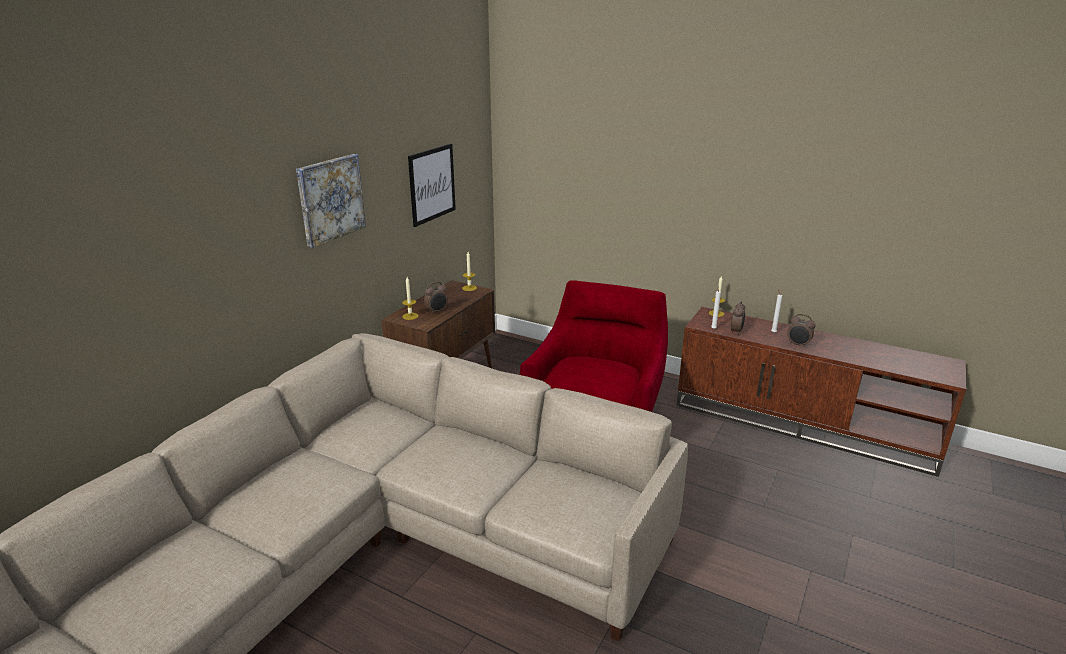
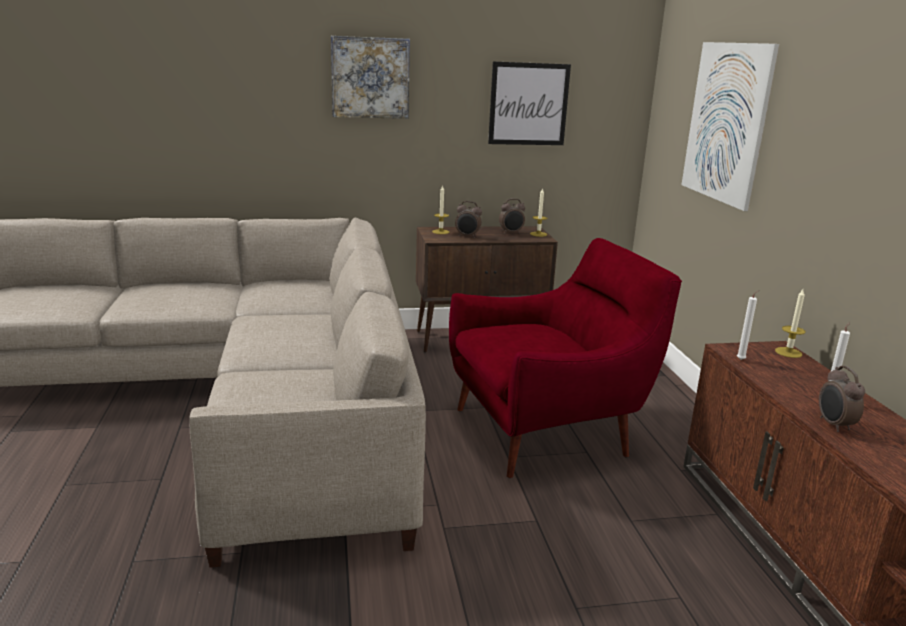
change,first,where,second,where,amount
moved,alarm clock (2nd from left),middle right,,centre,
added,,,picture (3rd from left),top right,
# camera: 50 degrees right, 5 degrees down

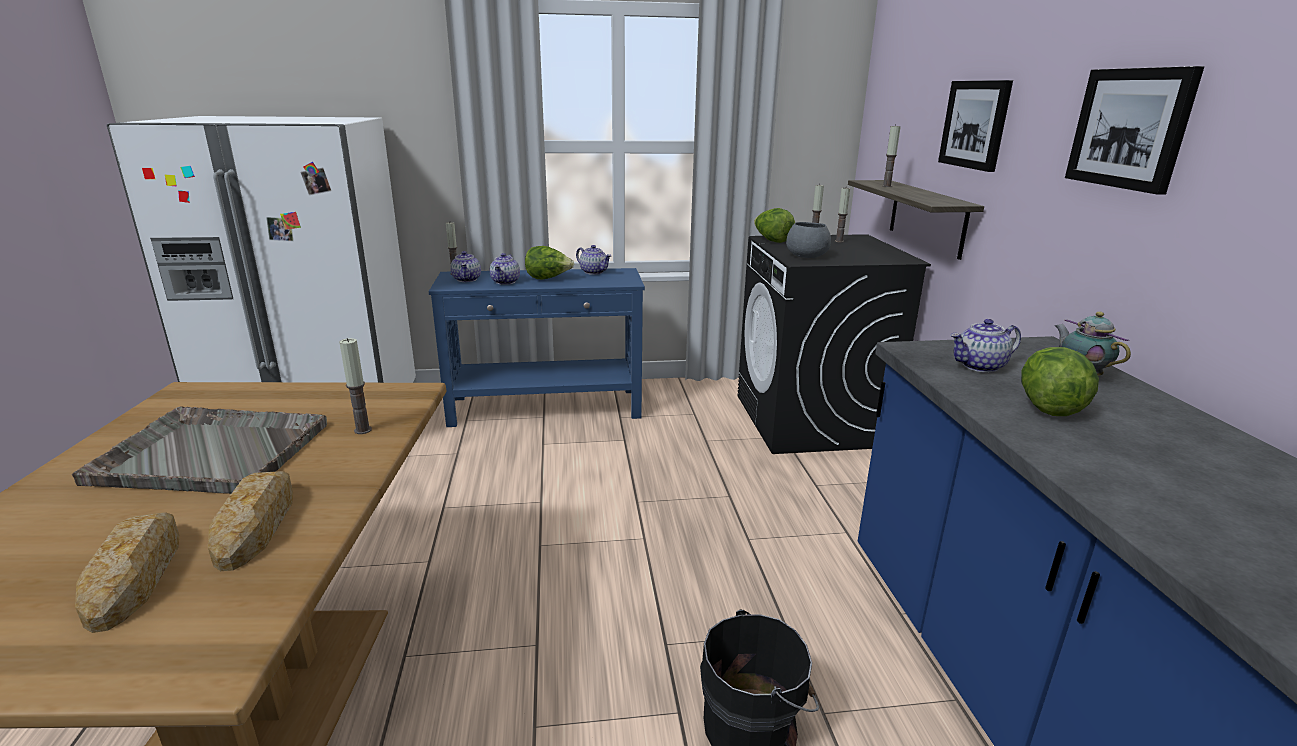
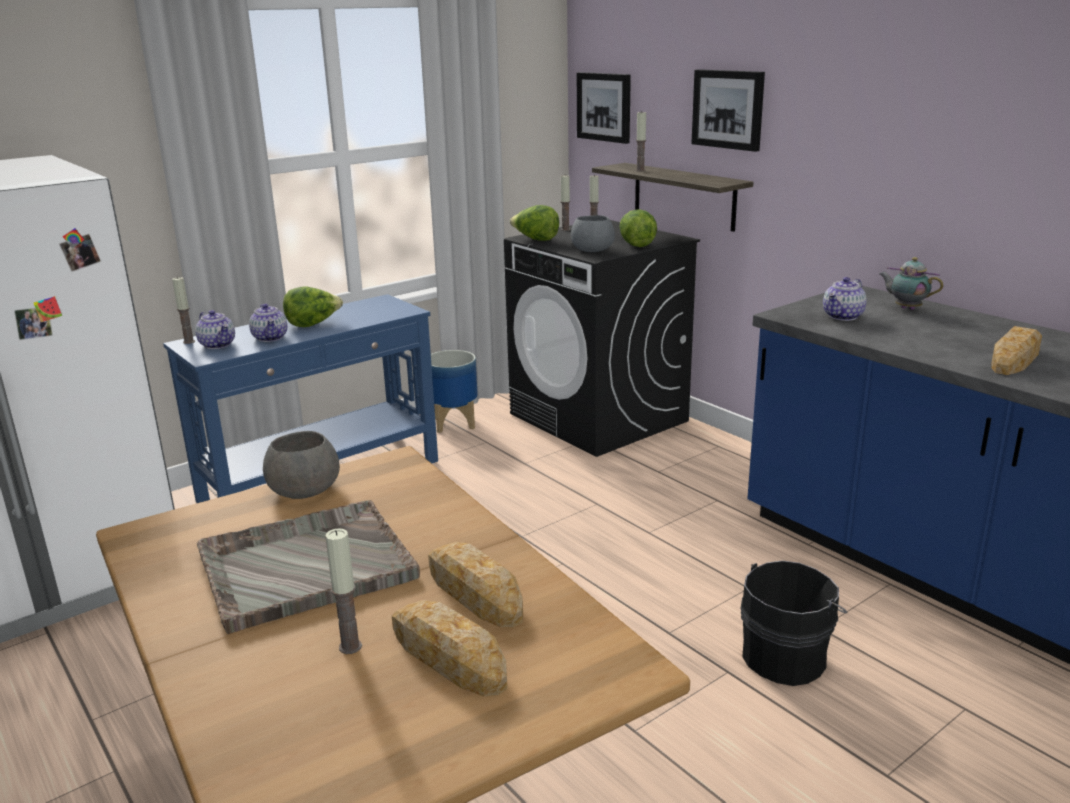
change,first,where,second,where,amount
added,,,bowl (grey) (1st from left),middle left,
moved,candle (1st from left in the first image),middle left,candle (2nd from left),bottom left,
added,,,planter,centre,
moved,picture (2nd from left in the first image),top right,picture (1st from left),top centre,
moved,lettuce (3rd from left),middle right,,top centre,
added,,,bread (3rd from left),middle right,
removed,teapot (3rd from left),centre,,,
# camera: 30 degrees left, 0 degrees up

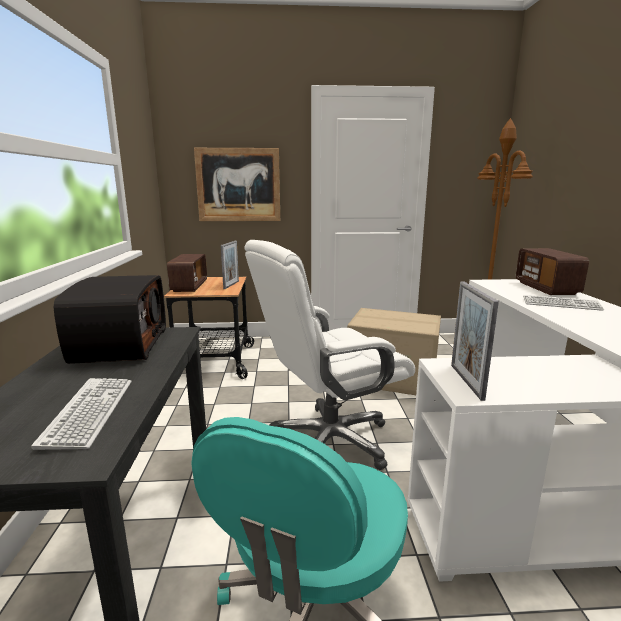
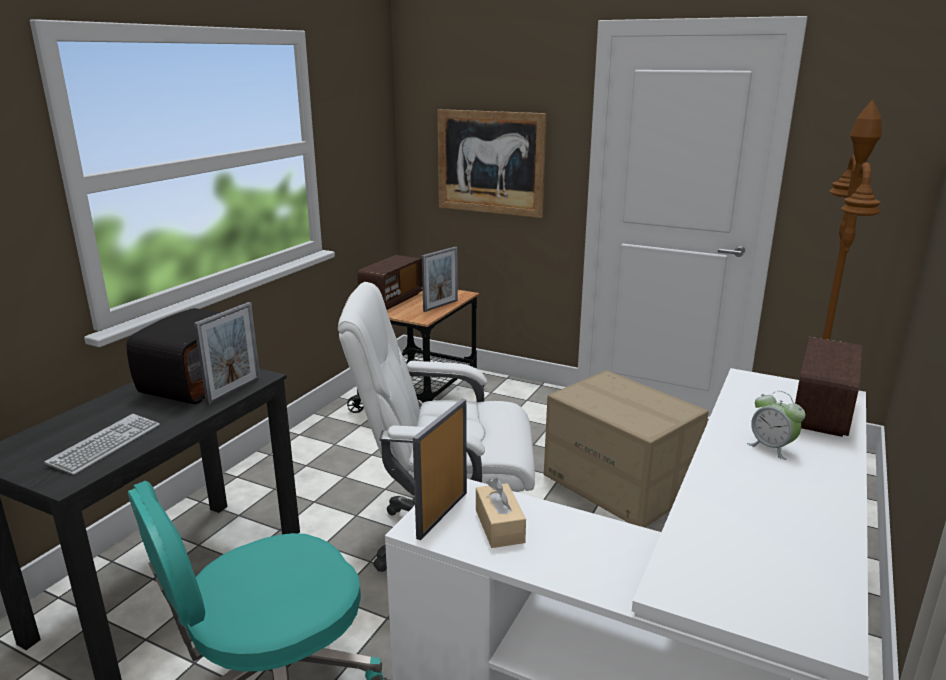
change,first,where,second,where,amount
added,,,picture frame (1st from left),middle left,
added,,,tissue box (beige),bottom centre,
replaced,keyboard (2nd from left),middle right,alarm clock,middle right,
# camera: 30 degrees right, 5 degrees up

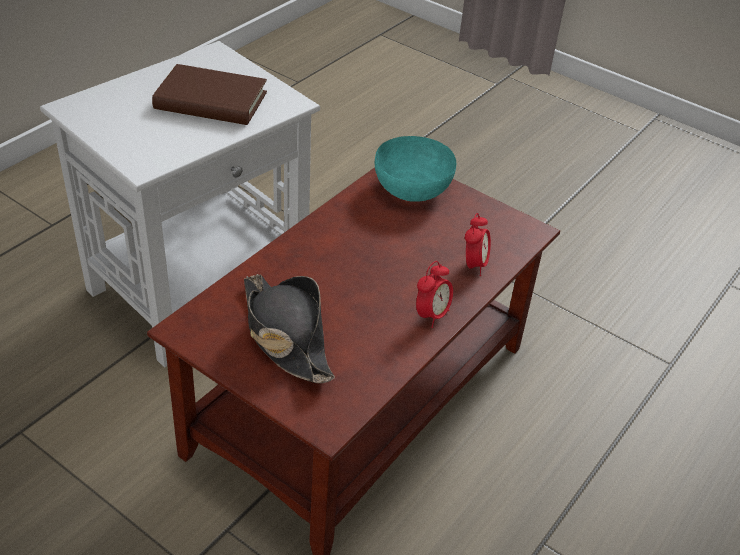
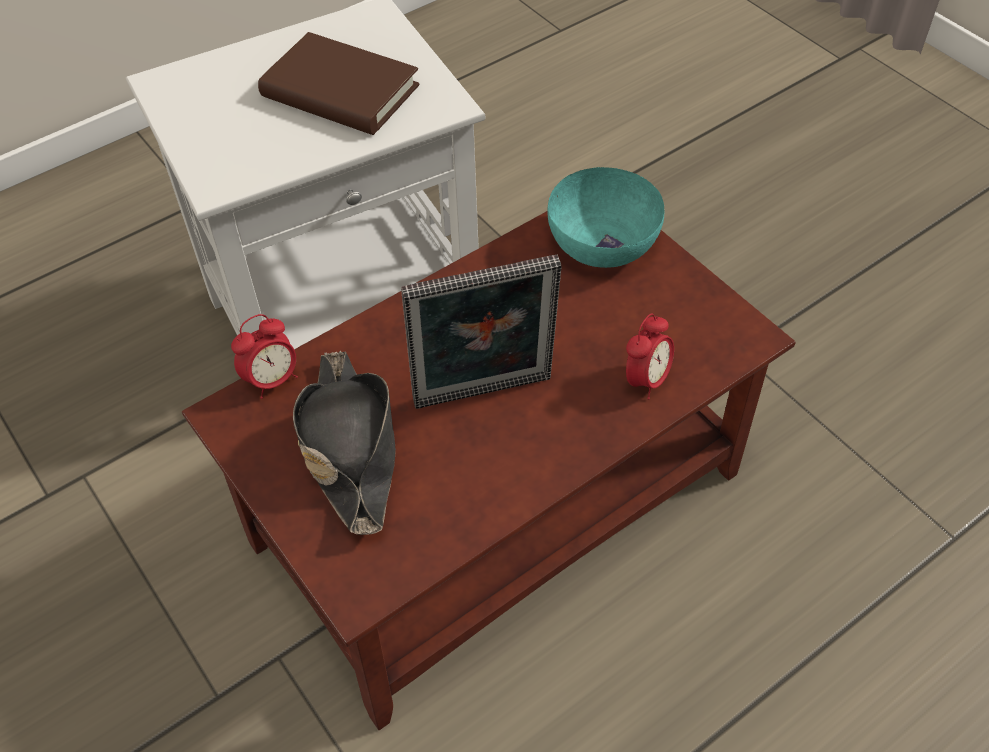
change,first,where,second,where,amount
moved,alarm clock (1st from left),centre,,middle left,
added,,,picture frame,centre,
# camera: 20 degrees right, 10 degrees up

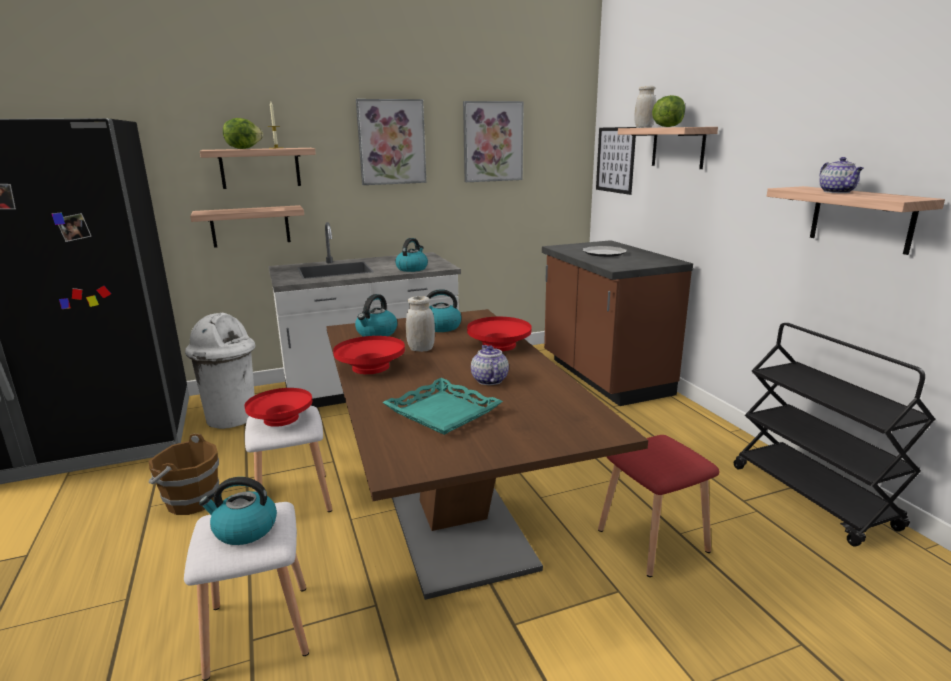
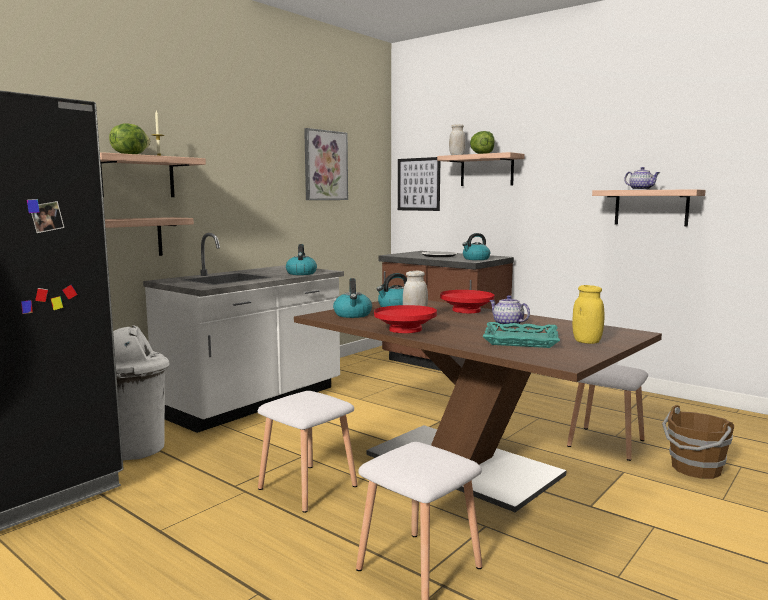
change,first,where,second,where,amount
moved,kettle (1st from left in the first image),bottom left,kettle (4th from left),centre,
recoloured,stool (red),bottom right,stool (white) (3rd from left),bottom right,
added,,,jar (yellow),middle right,
moved,bucket (brown),bottom left,,bottom right,
removed,bowl (red) (1st from left),middle left,,,
removed,picture (1st from left),top centre,,,
removed,cart (black),middle right,,,
# camera: 30 degrees left, 10 degrees down

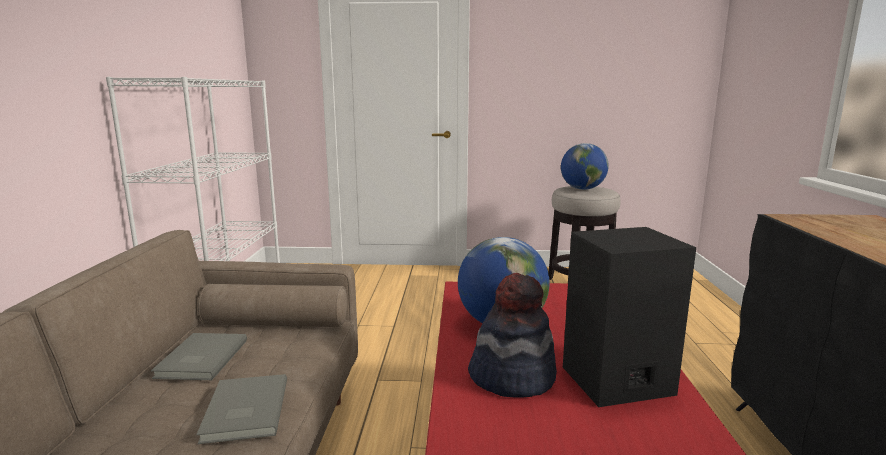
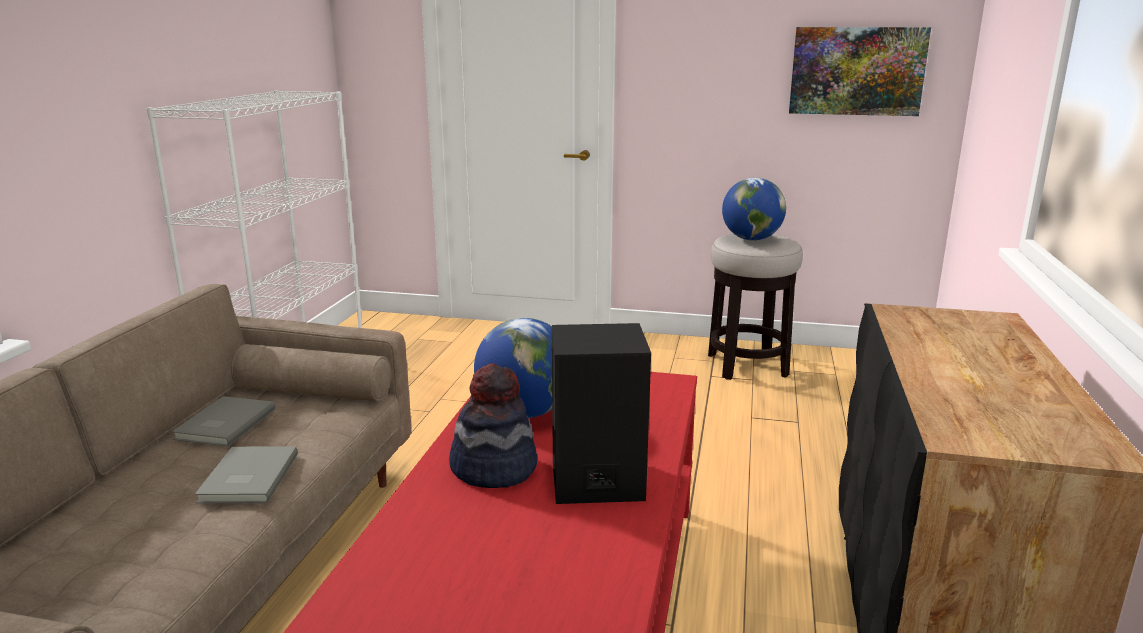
change,first,where,second,where,amount
added,,,picture,top right,
# camera: 10 degrees right, 5 degrees up

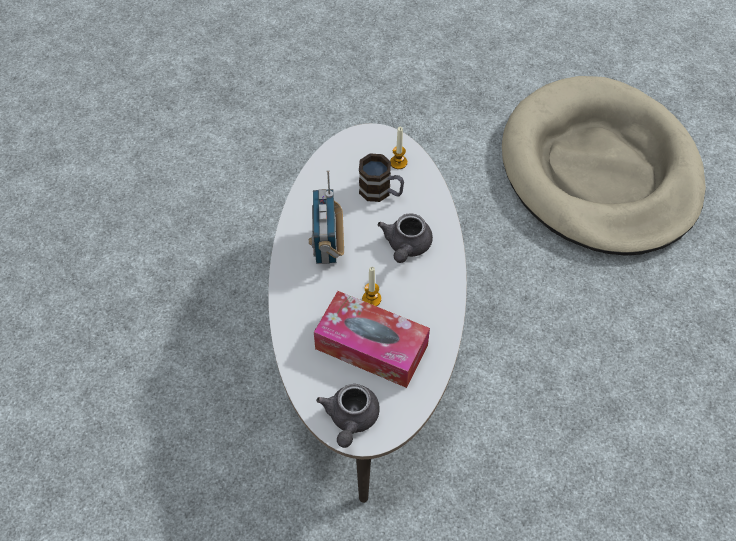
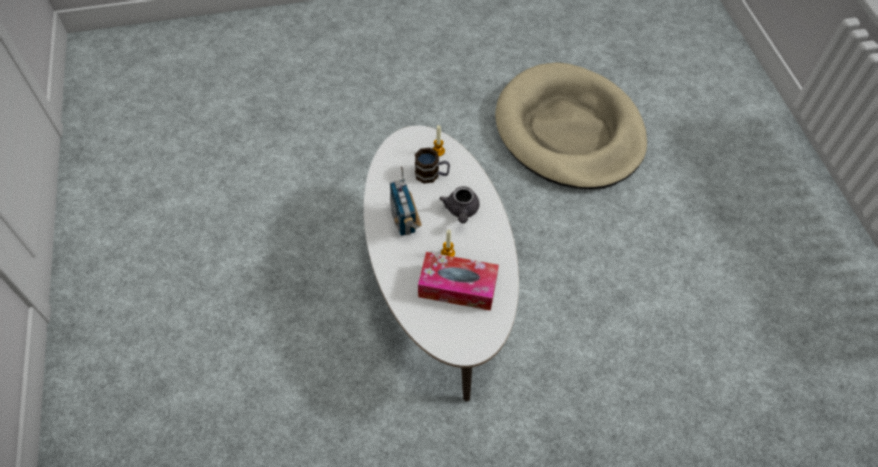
change,first,where,second,where,amount
removed,teapot (grey) (1st from left),bottom centre,,,
# camera: 15 degrees left, 0 degrees up

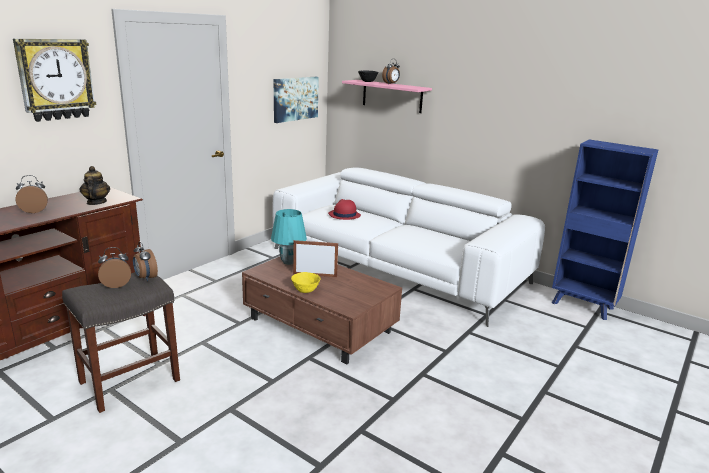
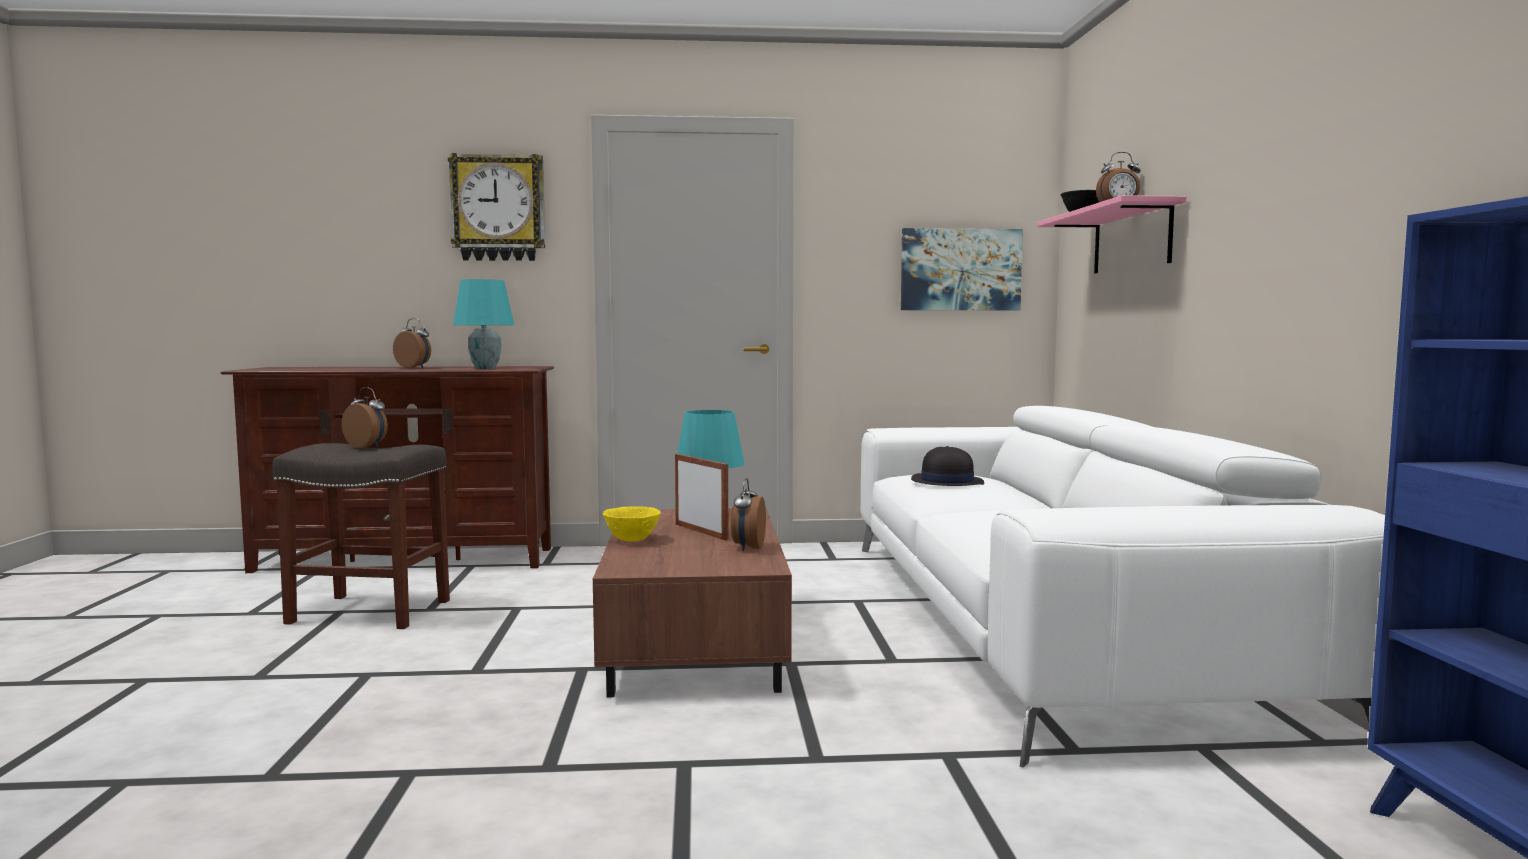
change,first,where,second,where,amount
replaced,teapot,middle left,table lamp (turquoise) (1st from left),middle left,
moved,alarm clock (3rd from left),middle left,,centre,
recoloured,hat (red),centre,hat (black),centre,
# camera: 50 degrees right, 15 degrees down

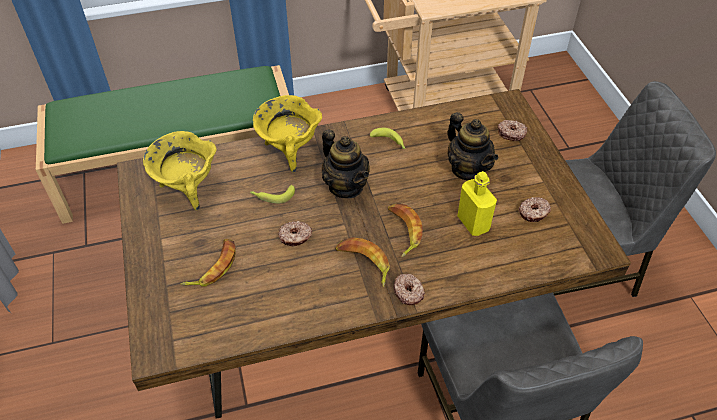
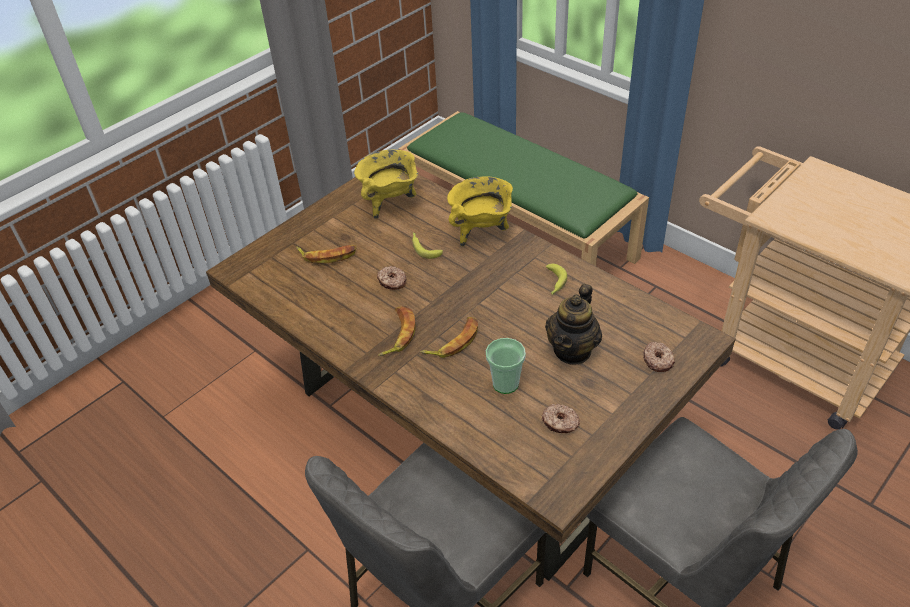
change,first,where,second,where,amount
replaced,bottle (yellow),centre,cup,centre,
removed,teapot (1st from left),centre,,,
removed,donut (2nd from left),bottom centre,,,
# camera: 60 degrees right, 5 degrees down

